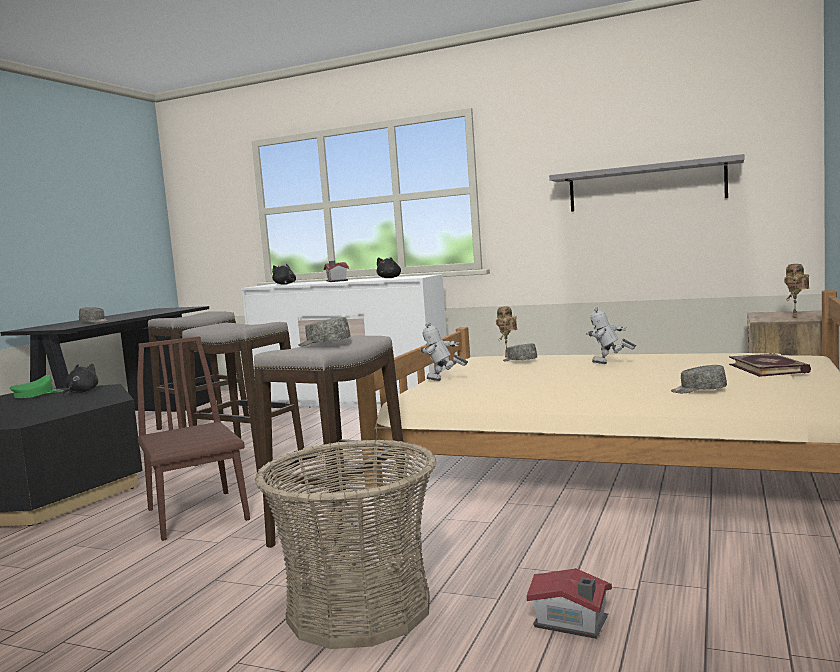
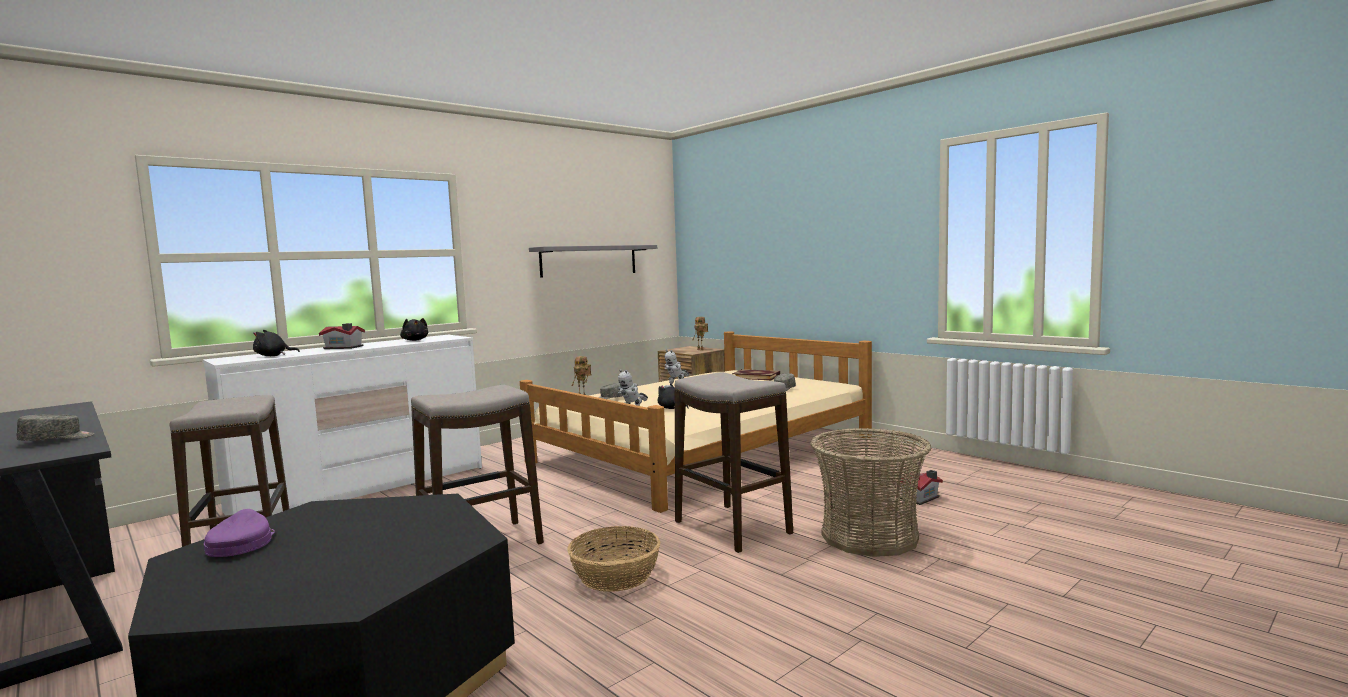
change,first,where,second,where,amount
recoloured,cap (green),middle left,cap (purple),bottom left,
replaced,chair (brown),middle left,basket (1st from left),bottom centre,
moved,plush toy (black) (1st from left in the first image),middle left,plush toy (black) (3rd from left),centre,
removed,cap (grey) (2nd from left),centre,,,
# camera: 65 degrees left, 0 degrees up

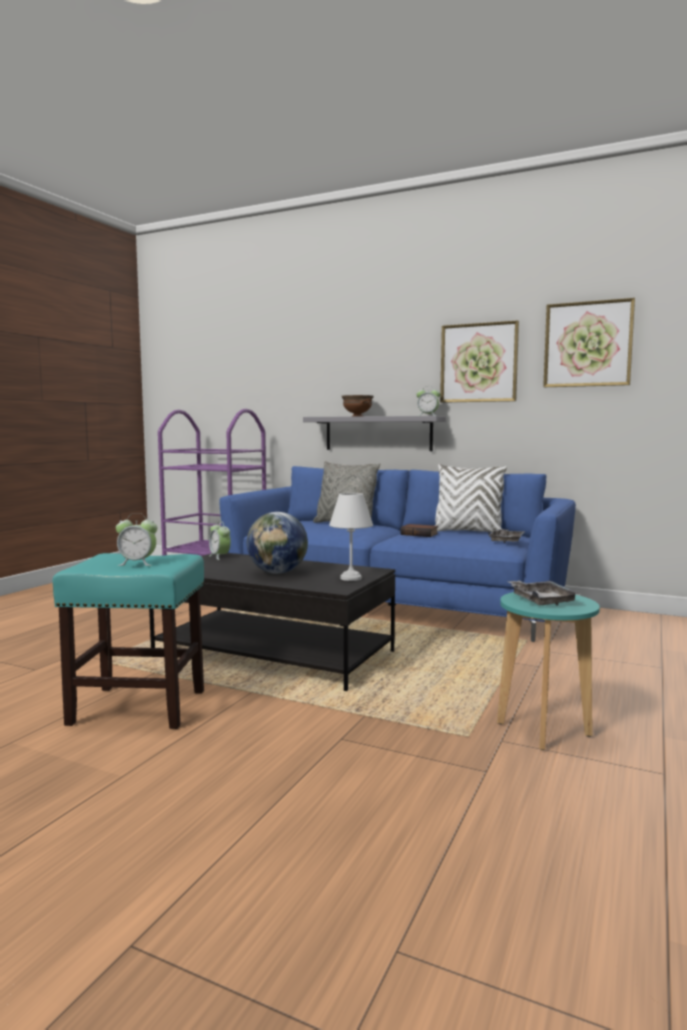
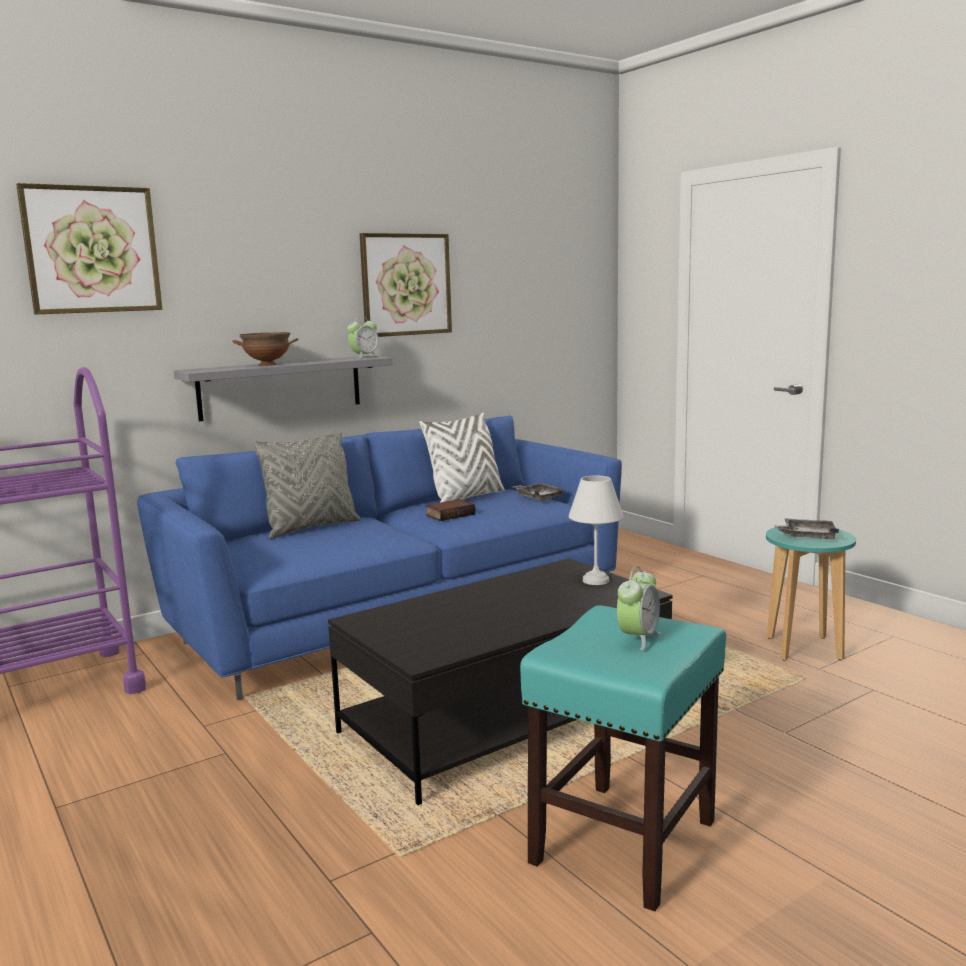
change,first,where,second,where,amount
moved,picture (2nd from left in the first image),top right,picture (1st from left),top left,
removed,alarm clock (2nd from left),middle left,,,
removed,globe,centre,,,
# camera: 60 degrees left, 5 degrees up

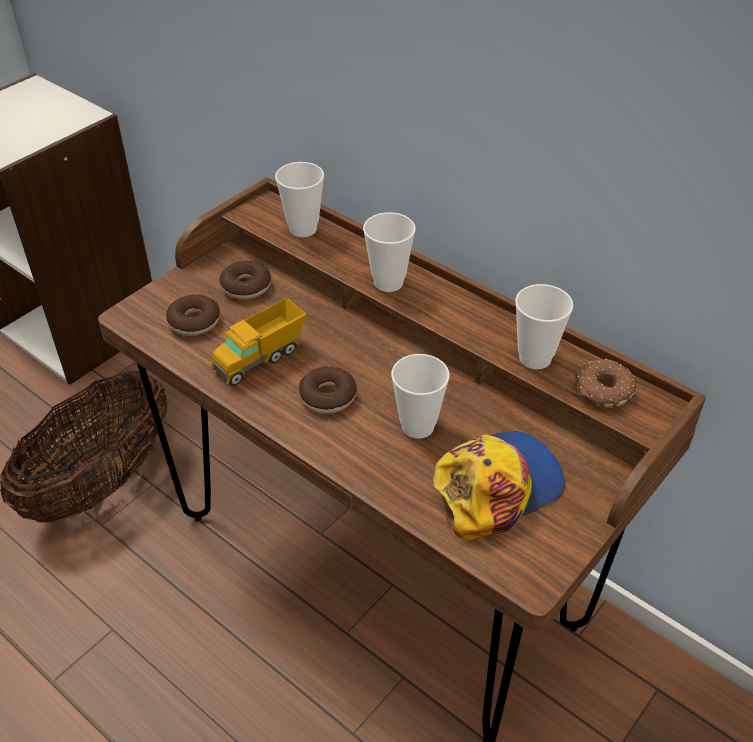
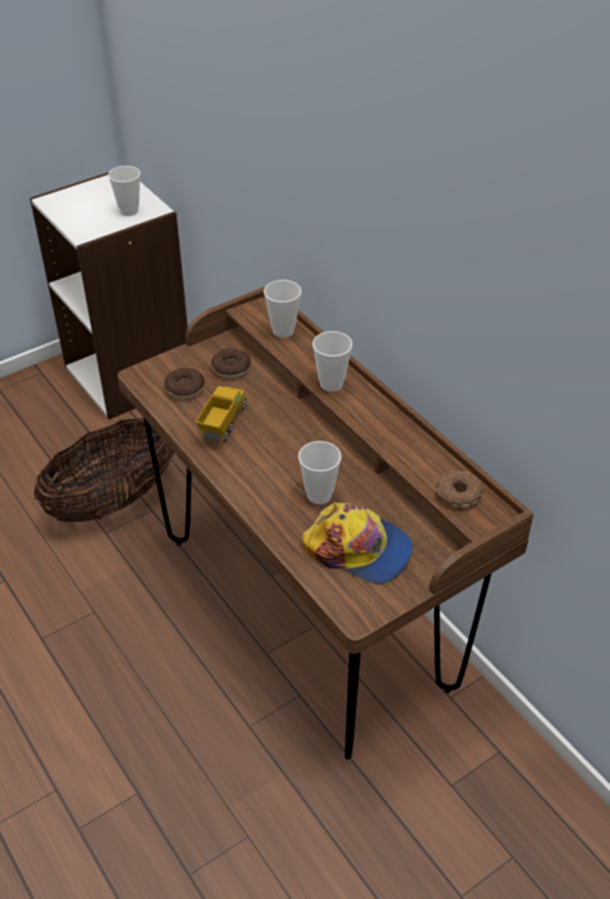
change,first,where,second,where,amount
moved,cup (4th from left in the first image),middle right,cup (1st from left),top left,
turned,toy truck,centre,,centre,135 degrees clockwise
turned,cap,centre,,centre,45 degrees clockwise
removed,donut (3rd from left),centre,,,
# camera: 15 degrees right, 0 degrees up

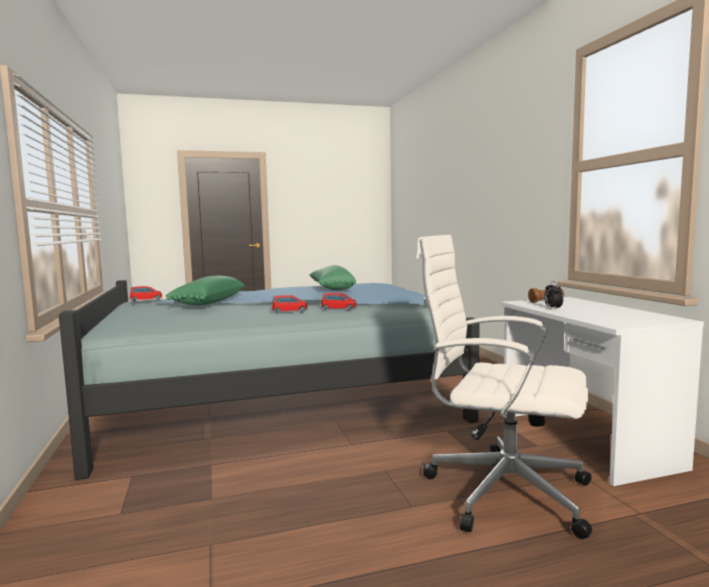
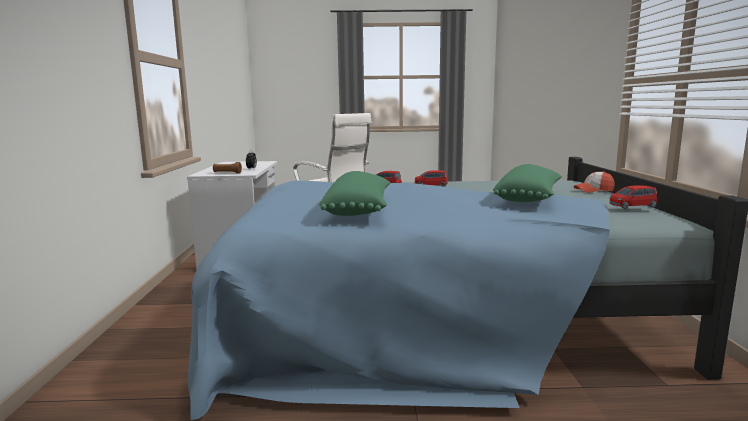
change,first,where,second,where,amount
added,,,cap,middle right,
# camera: 165 degrees left, 5 degrees up

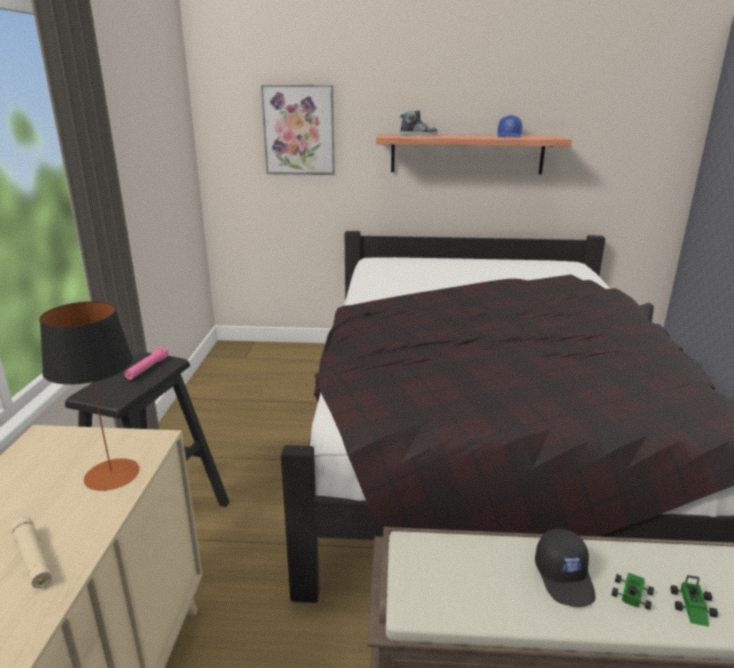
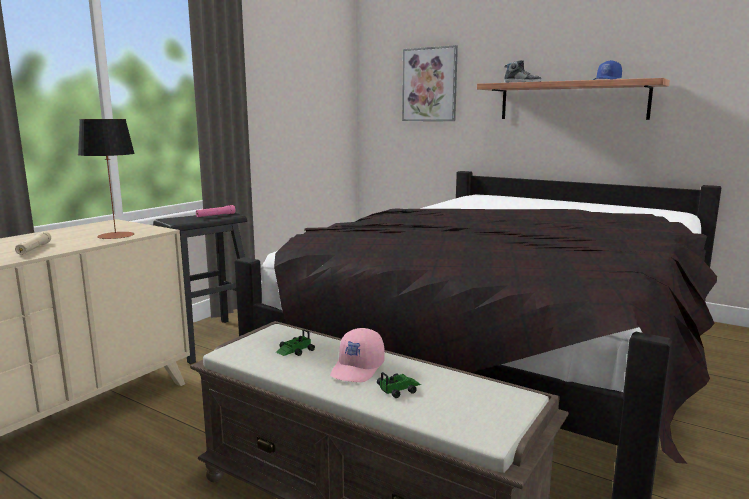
change,first,where,second,where,amount
moved,toy car (2nd from left in the first image),bottom right,toy car (1st from left),bottom centre,
recoloured,cap (black),bottom right,cap (pink),bottom centre,
# camera: 30 degrees right, 10 degrees down

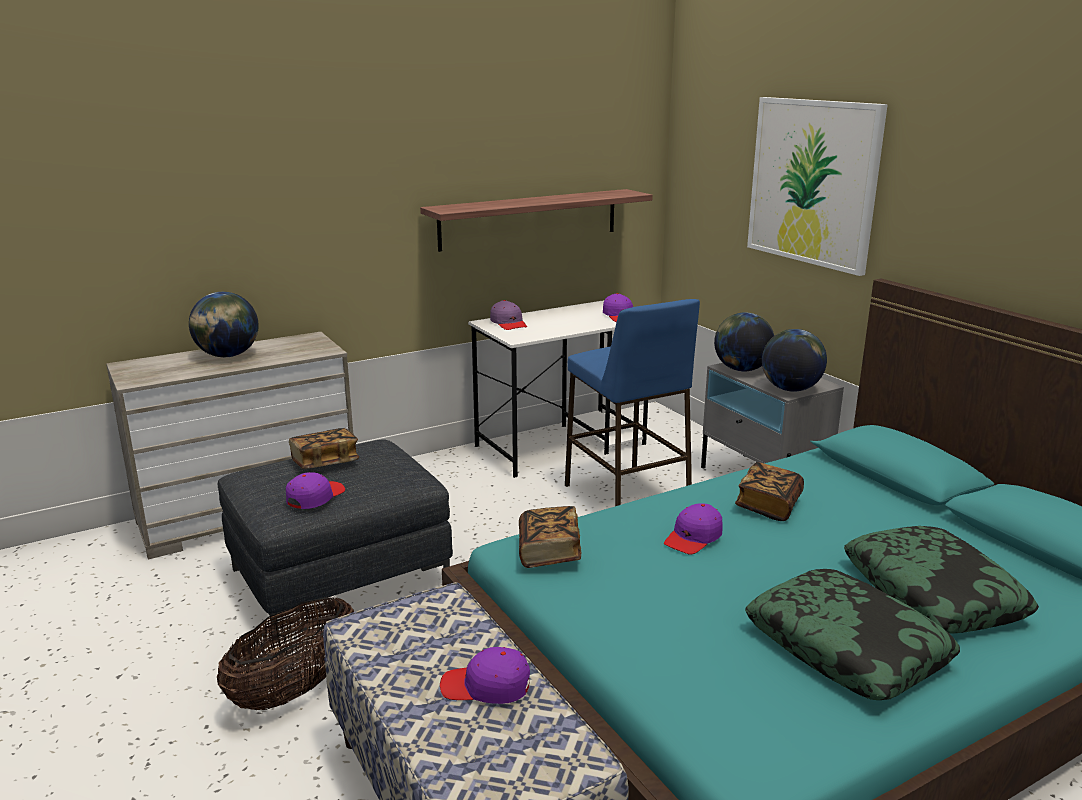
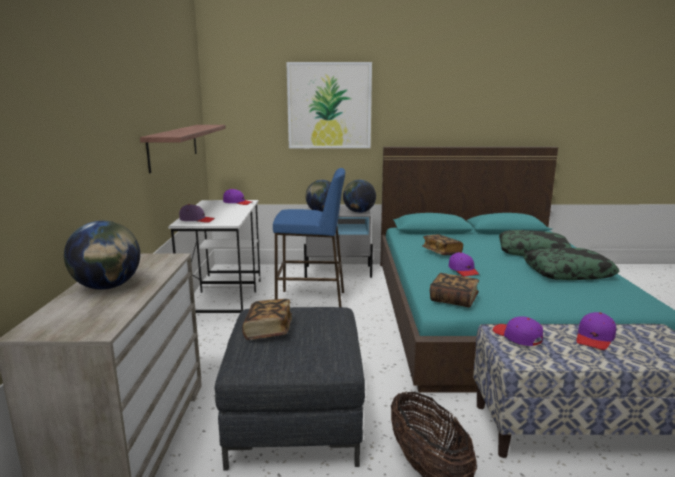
change,first,where,second,where,amount
moved,cap (purple) (1st from left in the first image),middle left,cap (purple) (4th from left),bottom right,
# camera: 60 degrees left, 5 degrees down

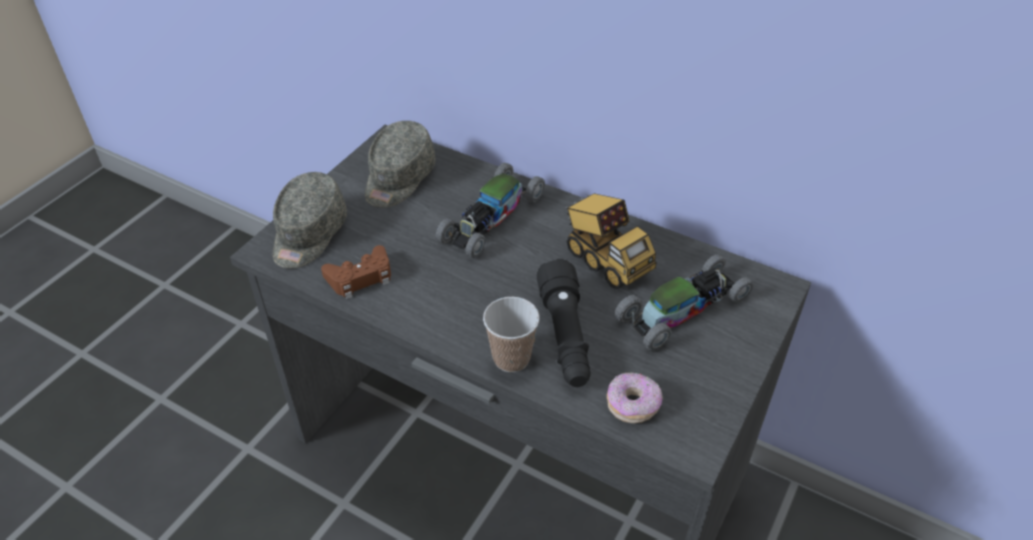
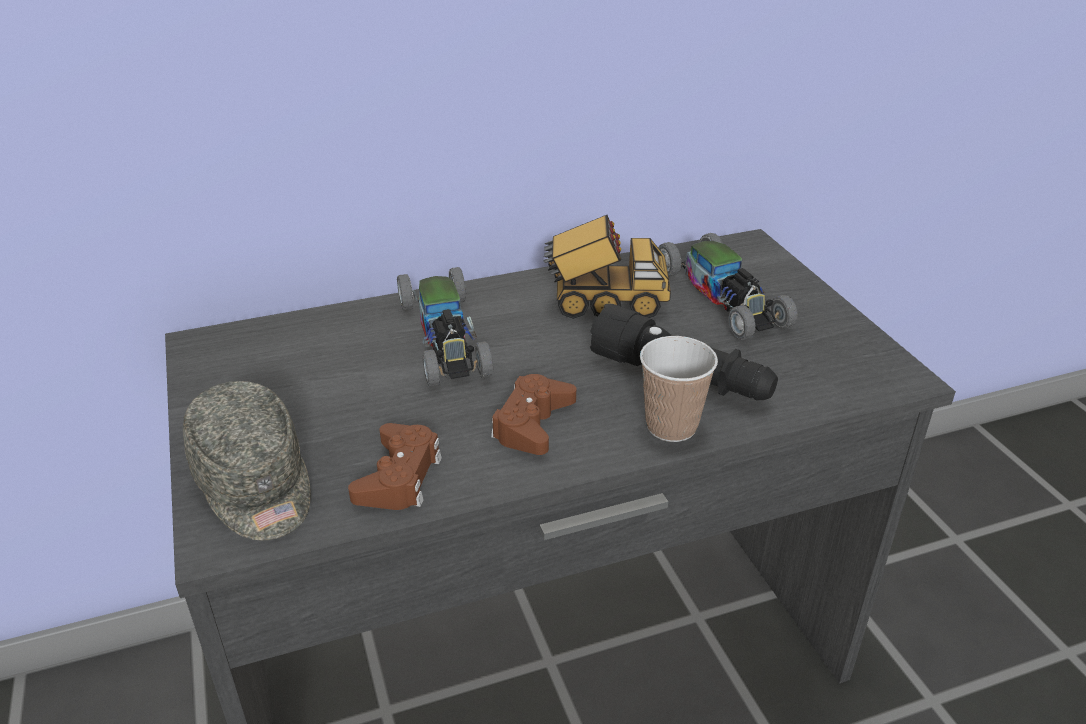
change,first,where,second,where,amount
added,,,game controller (brown) (2nd from left),centre,
turned,toy car (2nd from left),centre,,middle right,150 degrees clockwise
removed,cap (grey) (2nd from left),top centre,,,
removed,donut,bottom centre,,,
# camera: 50 degrees left, 10 degrees down

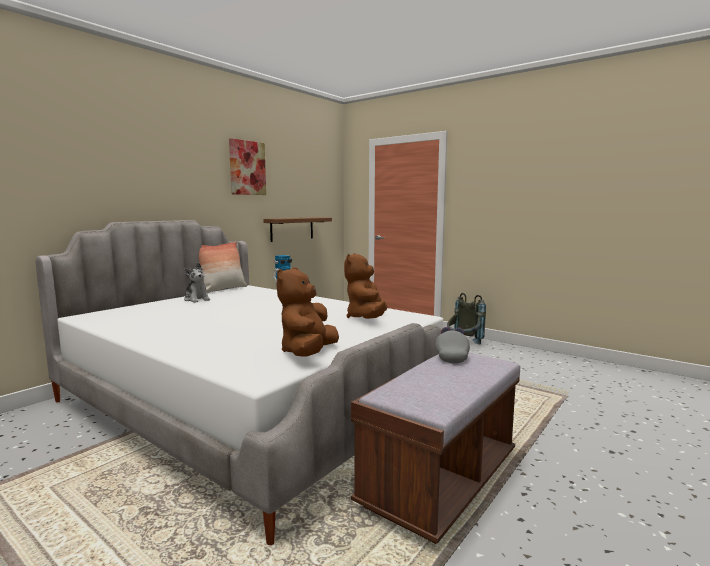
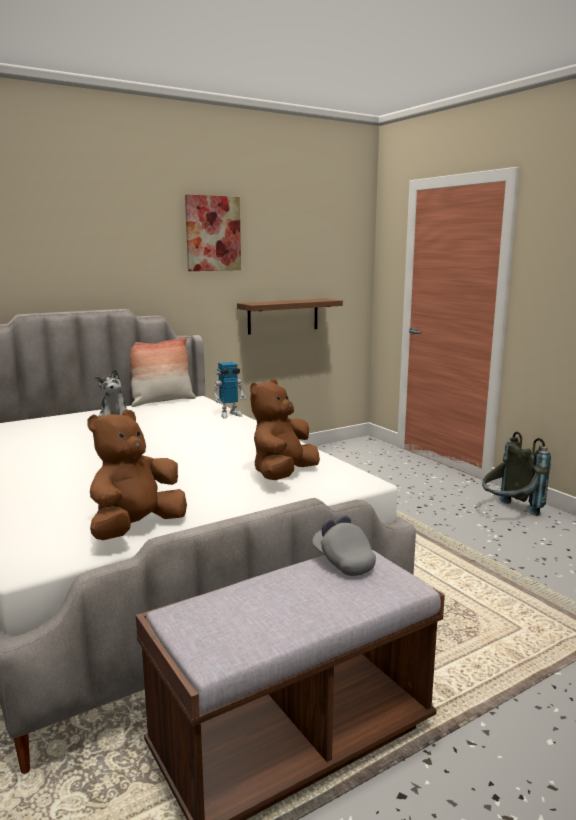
change,first,where,second,where,amount
turned,cap (grey),centre,,centre,60 degrees counterclockwise
# camera: 20 degrees right, 5 degrees up

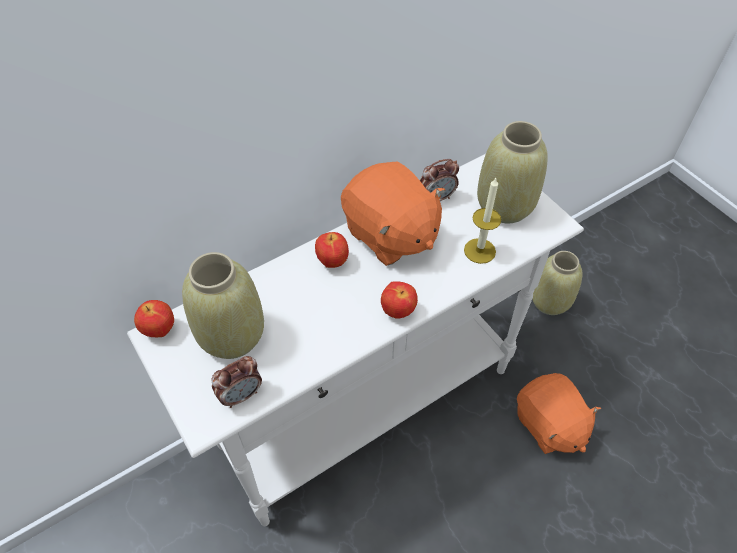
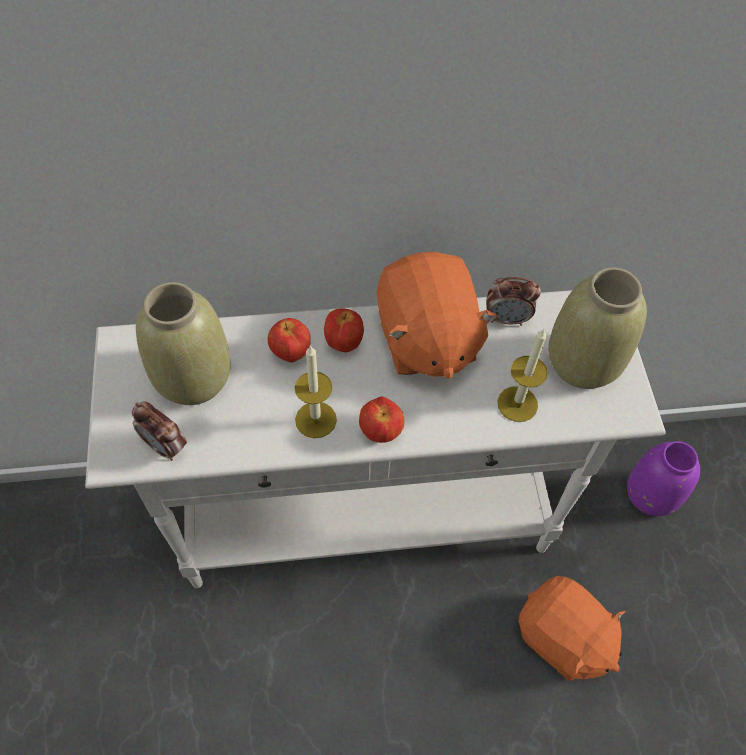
change,first,where,second,where,amount
turned,alarm clock (1st from left),bottom left,,middle left,45 degrees clockwise
moved,apple (1st from left),middle left,,centre,
added,,,candle (1st from left),centre,
turned,plush toy (orange) (2nd from left),bottom right,,bottom right,45 degrees counterclockwise
recoloured,vase (beige) (3rd from left),middle right,vase (purple),middle right,
# camera: 25 degrees right, 5 degrees up

